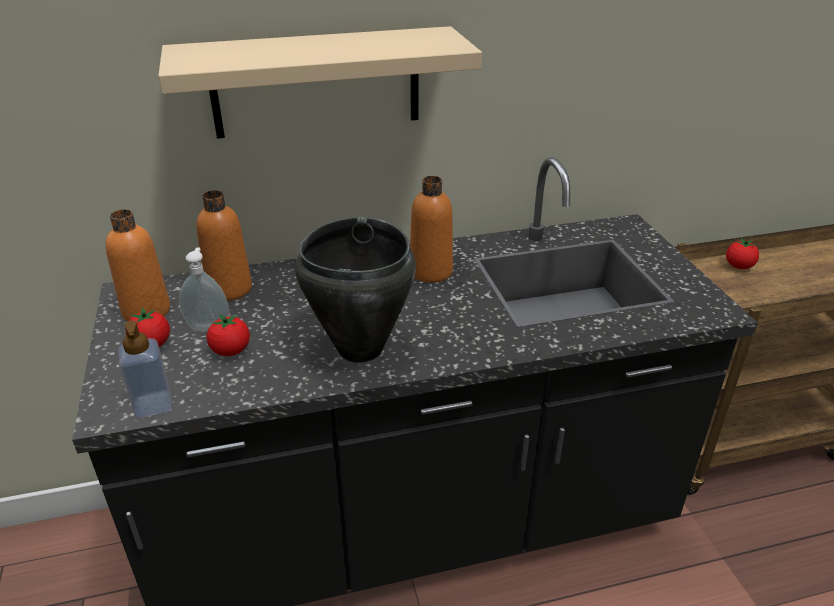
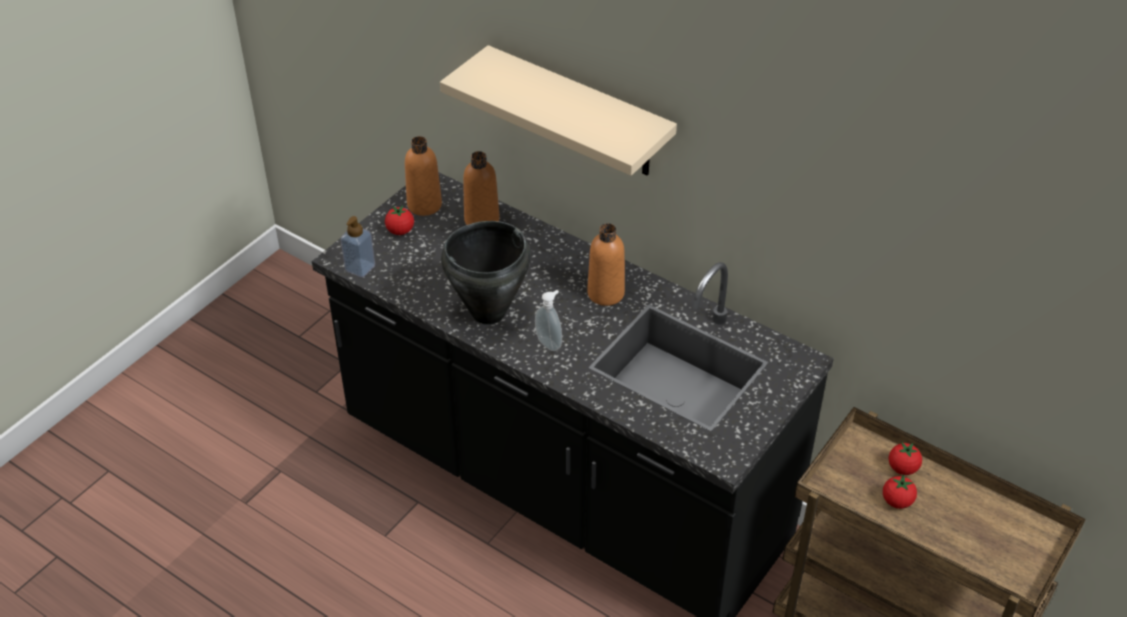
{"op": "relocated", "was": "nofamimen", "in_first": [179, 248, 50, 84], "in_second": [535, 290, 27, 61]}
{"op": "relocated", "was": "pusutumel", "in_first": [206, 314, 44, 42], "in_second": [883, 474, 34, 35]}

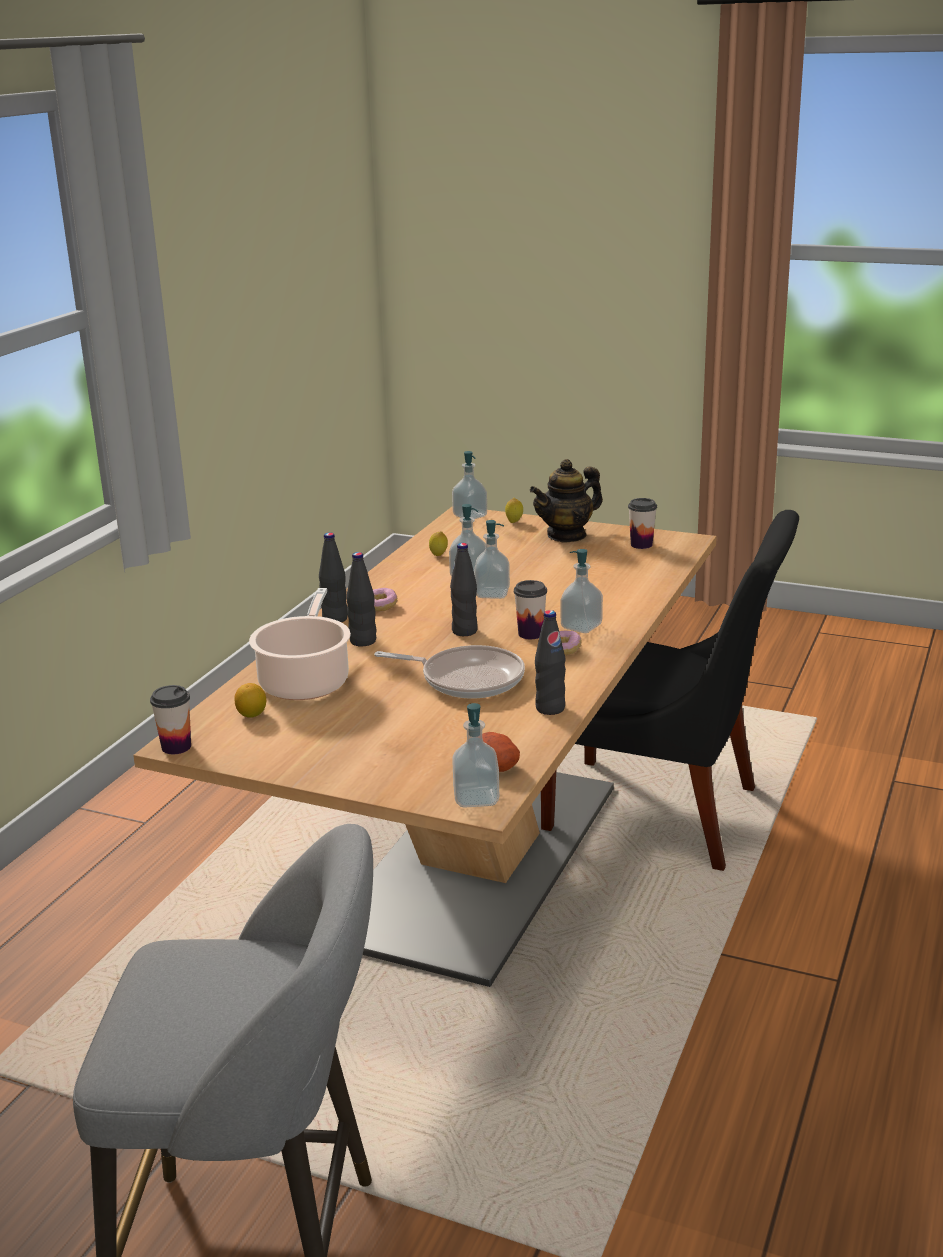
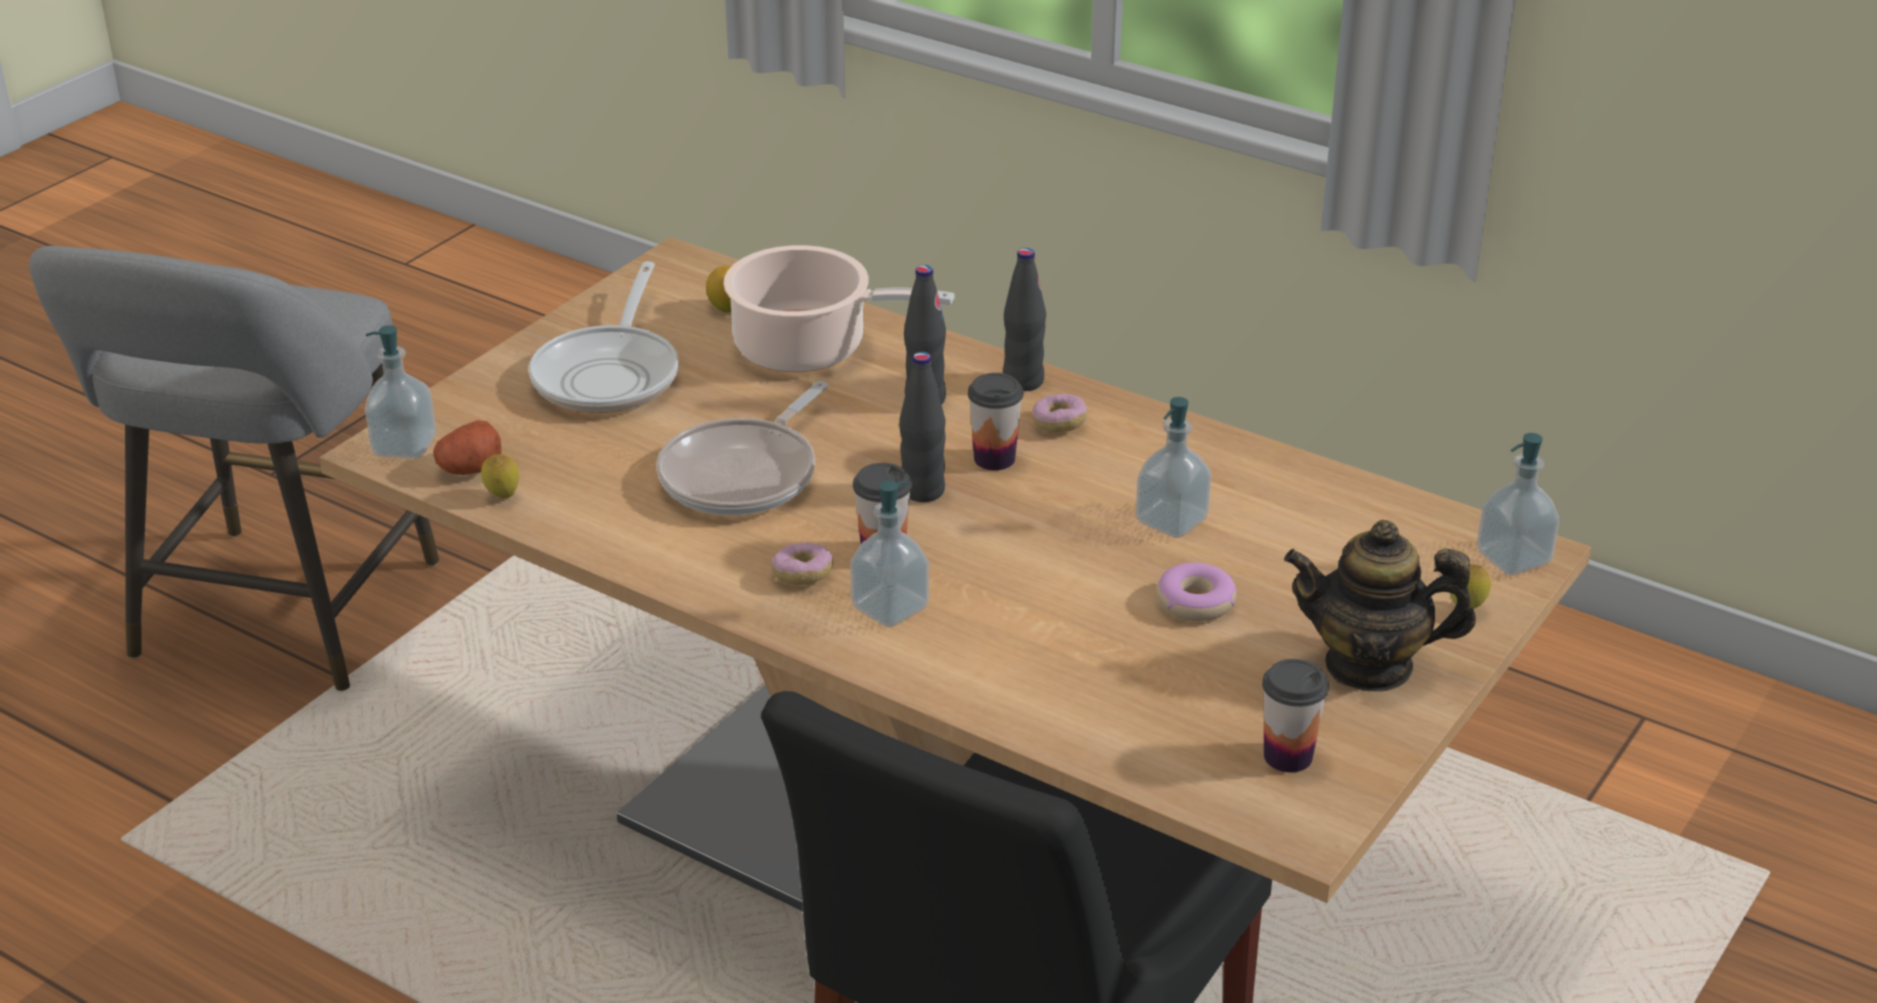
{"op": "missing", "was": "nofamimen", "in_first": [474, 520, 36, 79]}
{"op": "missing", "was": "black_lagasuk", "in_first": [535, 610, 31, 105]}
{"op": "appeared", "now": "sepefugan", "in_second": [529, 261, 150, 152]}
{"op": "appeared", "now": "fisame", "in_second": [1156, 563, 81, 58]}
{"op": "relocated", "was": "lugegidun", "in_first": [150, 685, 41, 69], "in_second": [968, 373, 55, 97]}
{"op": "relocated", "was": "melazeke", "in_first": [429, 531, 19, 25], "in_second": [481, 454, 38, 44]}
{"op": "spun", "was": "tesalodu", "in_first": [530, 459, 73, 84], "in_second": [1284, 520, 192, 172], "clockwise": -60}

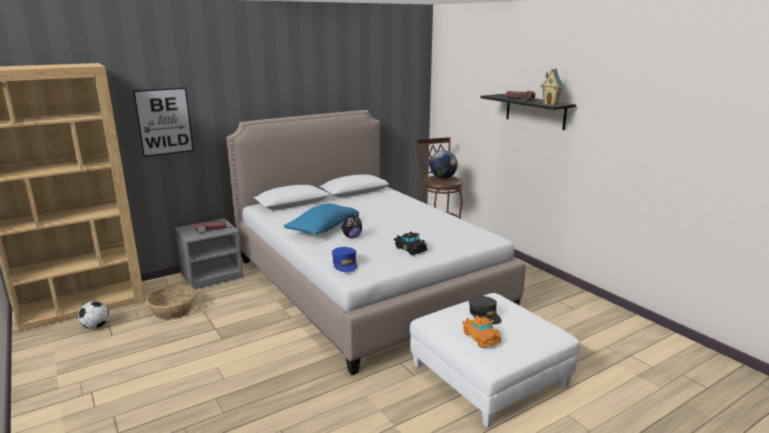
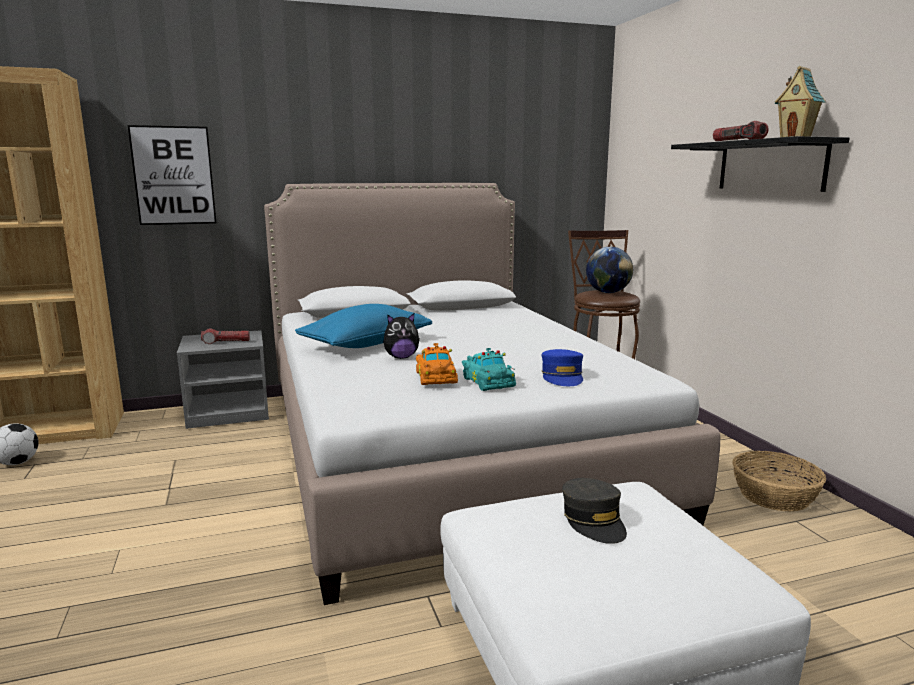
{"op": "relocated", "was": "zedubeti", "in_first": [146, 285, 50, 35], "in_second": [733, 451, 93, 61]}
{"op": "relocated", "was": "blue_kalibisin", "in_first": [332, 247, 25, 25], "in_second": [542, 349, 41, 37]}
{"op": "relocated", "was": "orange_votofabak", "in_first": [462, 316, 40, 32], "in_second": [416, 343, 42, 42]}
{"op": "colour", "was": "black_votofabak", "now": "turquoise_votofabak", "in_first": [394, 231, 33, 24], "in_second": [461, 348, 55, 43]}

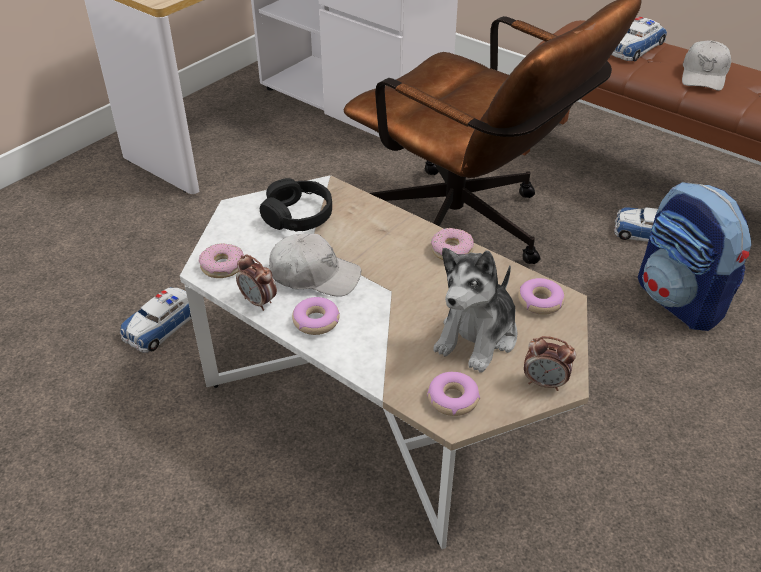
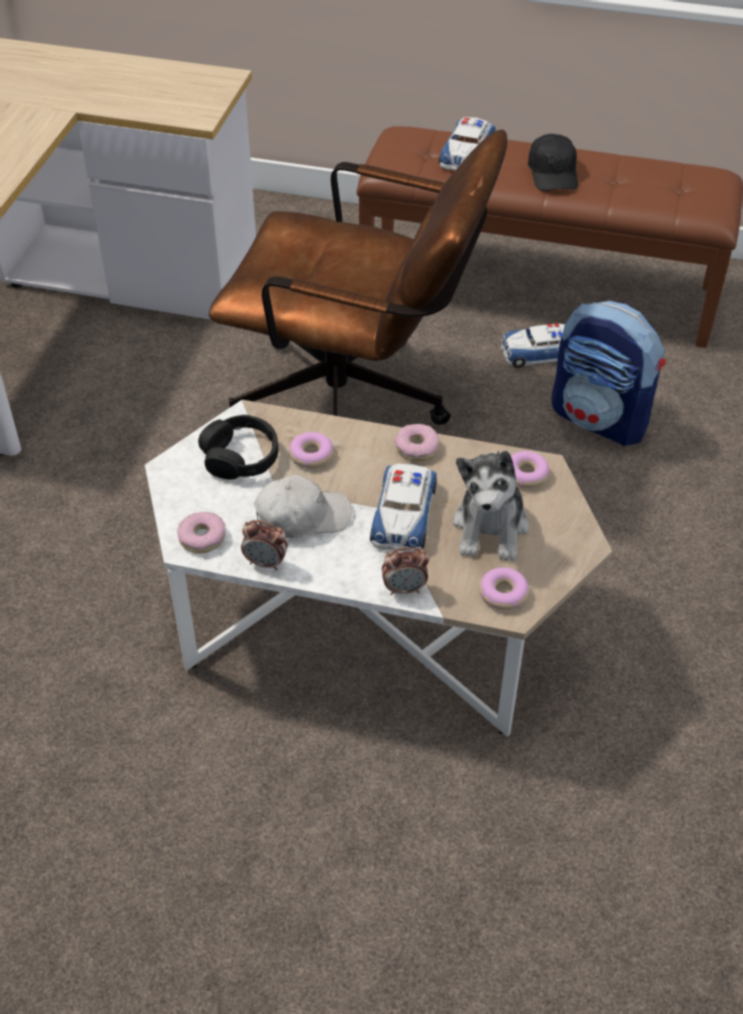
{"op": "relocated", "was": "votofabak", "in_first": [120, 287, 72, 66], "in_second": [370, 464, 67, 88]}
{"op": "relocated", "was": "fisame", "in_first": [292, 297, 48, 38], "in_second": [289, 432, 45, 36]}
{"op": "relocated", "was": "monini", "in_first": [524, 336, 52, 55], "in_second": [382, 547, 47, 48]}
{"op": "colour", "was": "white_kalibisin", "now": "black_kalibisin", "in_first": [682, 41, 49, 50], "in_second": [528, 134, 50, 57]}

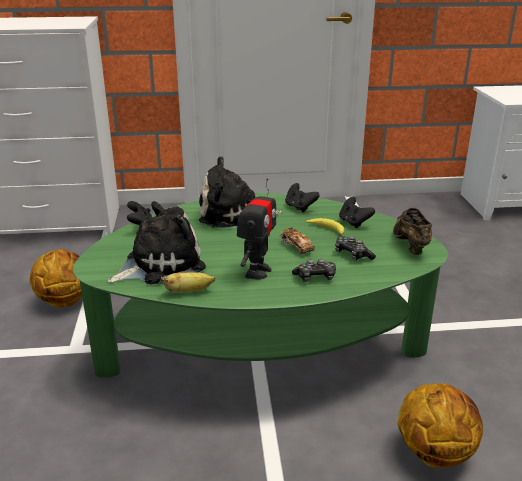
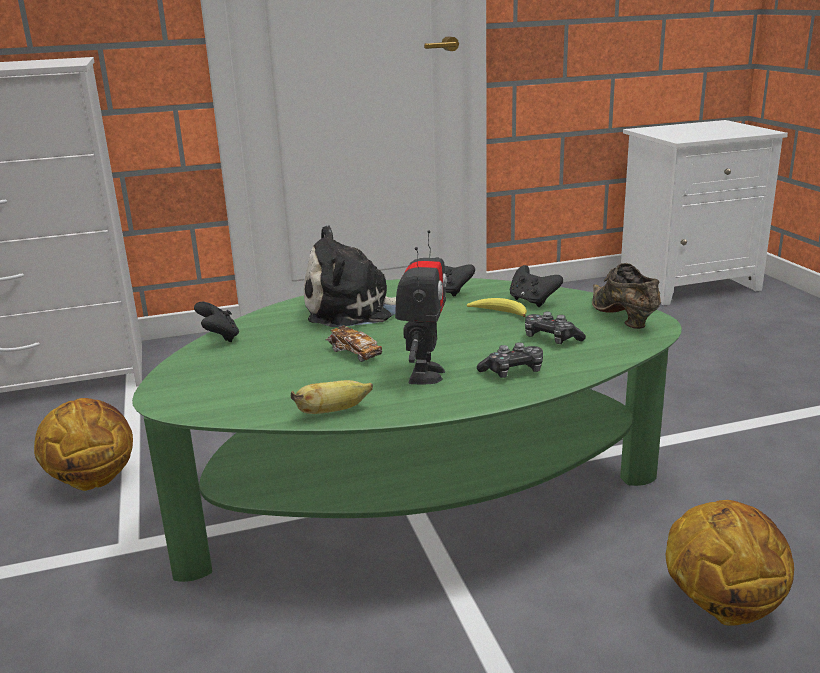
{"op": "missing", "was": "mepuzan", "in_first": [108, 201, 98, 83]}
{"op": "relocated", "was": "votofabak", "in_first": [279, 227, 35, 27], "in_second": [325, 325, 57, 37]}

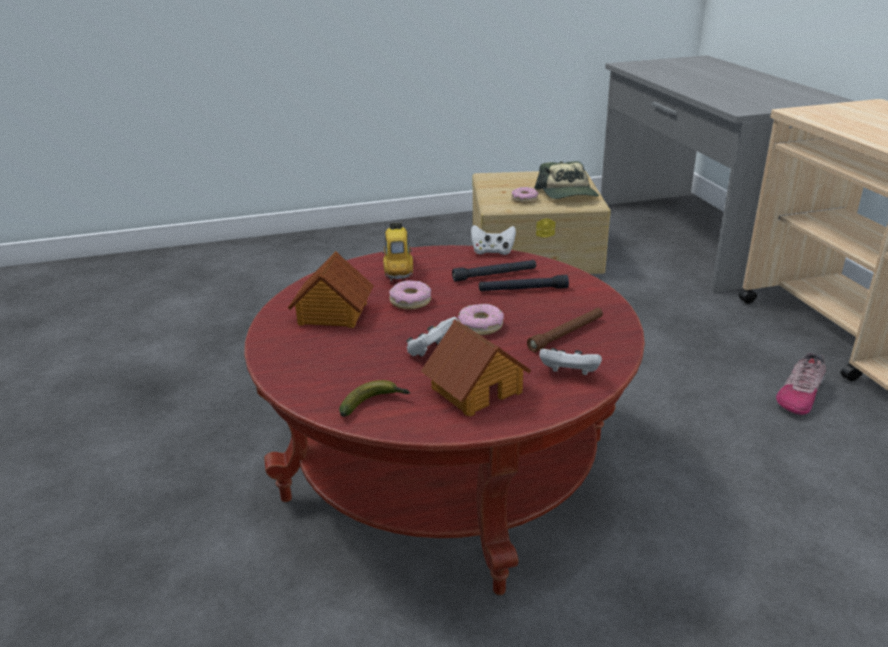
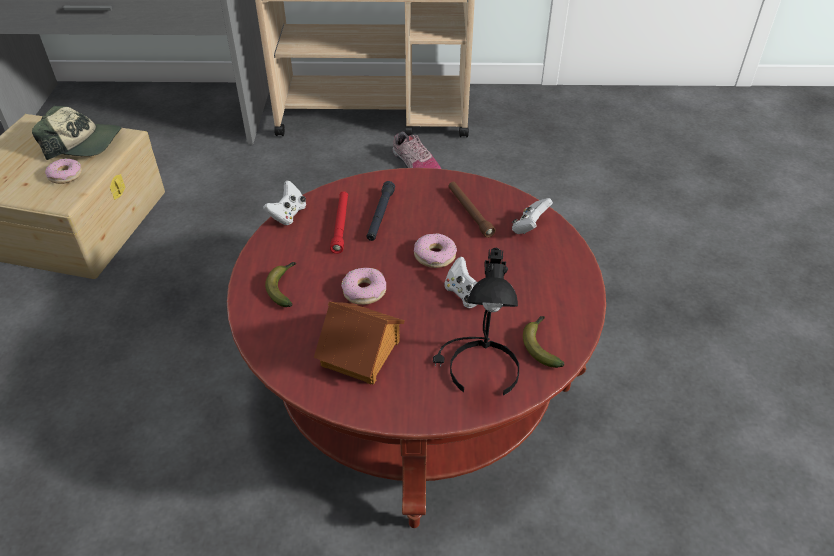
{"op": "missing", "was": "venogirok", "in_first": [421, 319, 110, 98]}
{"op": "appeared", "now": "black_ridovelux", "in_second": [433, 248, 86, 148]}
{"op": "exchanged", "was": "votofabak", "now": "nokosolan", "in_first": [383, 221, 30, 60], "in_second": [265, 262, 31, 45]}
{"op": "colour", "was": "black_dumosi", "now": "red_dumosi", "in_first": [452, 260, 84, 22], "in_second": [330, 191, 18, 63]}

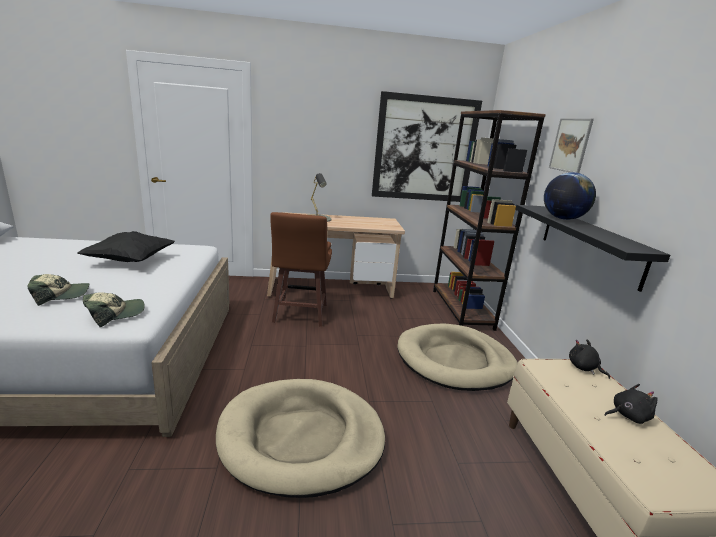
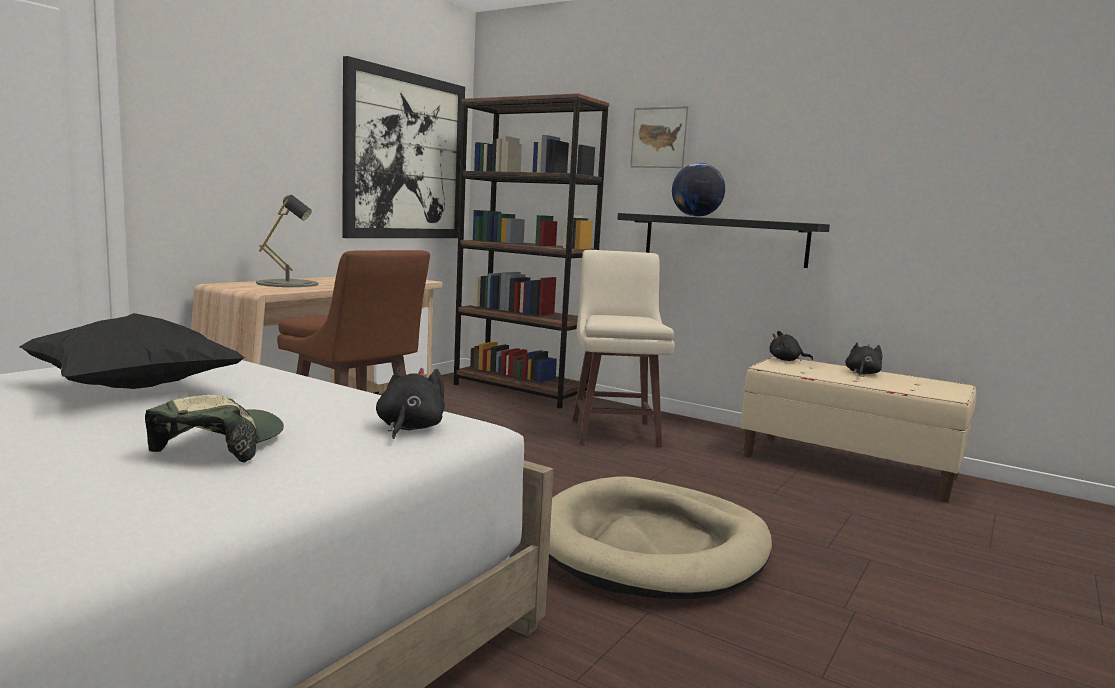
{"op": "exchanged", "was": "kalibisin", "now": "black_mepuzan", "in_first": [83, 293, 62, 34], "in_second": [376, 366, 69, 73]}
{"op": "exchanged", "was": "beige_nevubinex", "now": "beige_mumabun", "in_first": [397, 324, 121, 67], "in_second": [572, 250, 103, 197]}

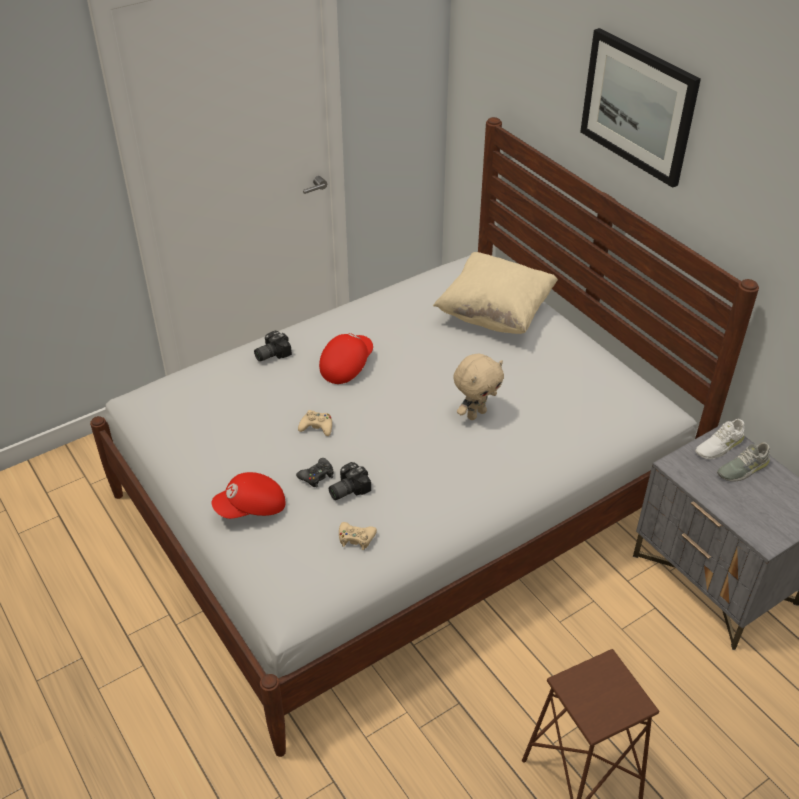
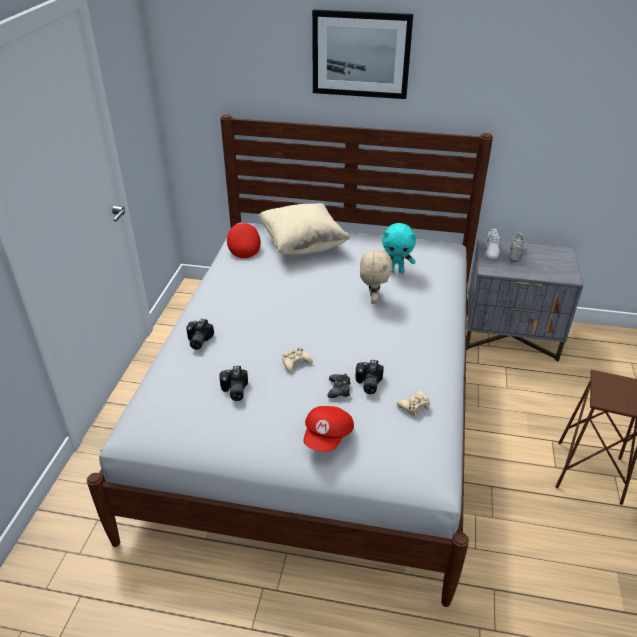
{"op": "appeared", "now": "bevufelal", "in_second": [219, 366, 29, 35]}
{"op": "appeared", "now": "turquoise_mepuzan", "in_second": [382, 223, 34, 50]}
{"op": "relocated", "was": "red_kalibisin", "in_first": [319, 333, 54, 51], "in_second": [227, 222, 34, 36]}

